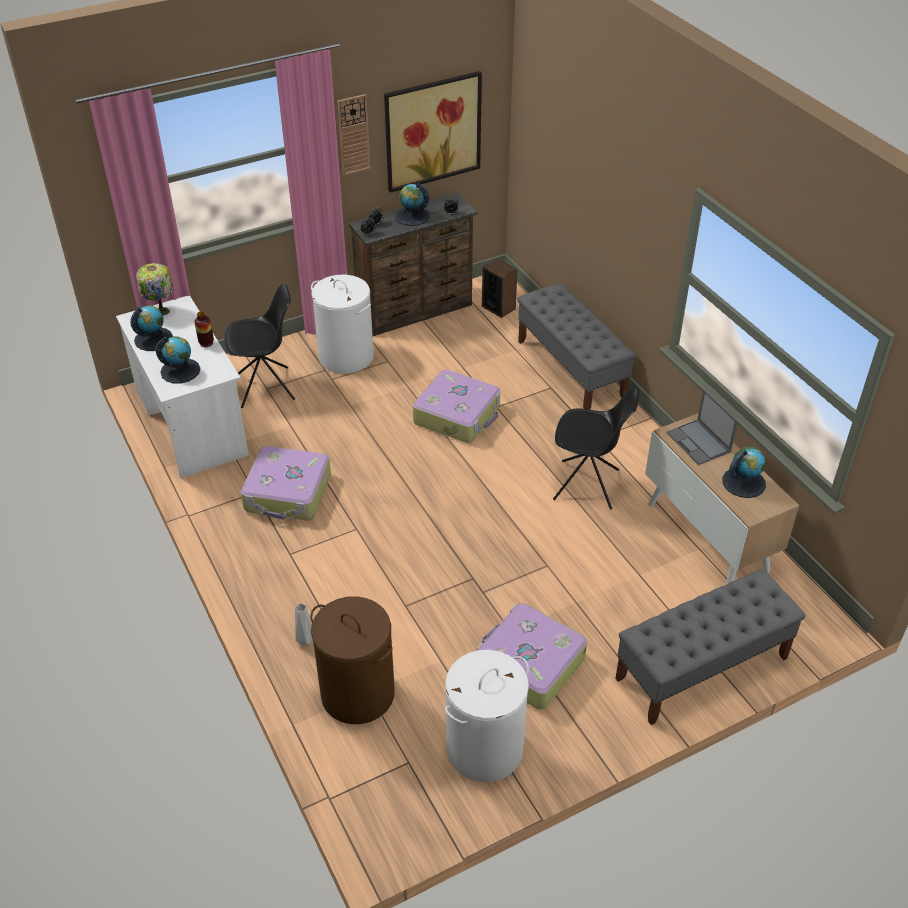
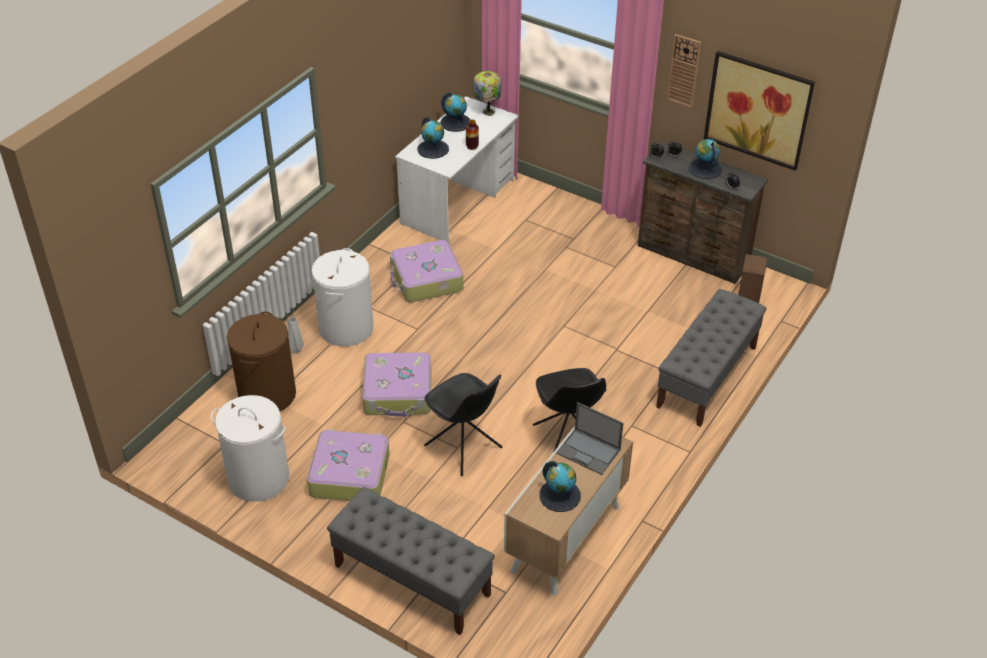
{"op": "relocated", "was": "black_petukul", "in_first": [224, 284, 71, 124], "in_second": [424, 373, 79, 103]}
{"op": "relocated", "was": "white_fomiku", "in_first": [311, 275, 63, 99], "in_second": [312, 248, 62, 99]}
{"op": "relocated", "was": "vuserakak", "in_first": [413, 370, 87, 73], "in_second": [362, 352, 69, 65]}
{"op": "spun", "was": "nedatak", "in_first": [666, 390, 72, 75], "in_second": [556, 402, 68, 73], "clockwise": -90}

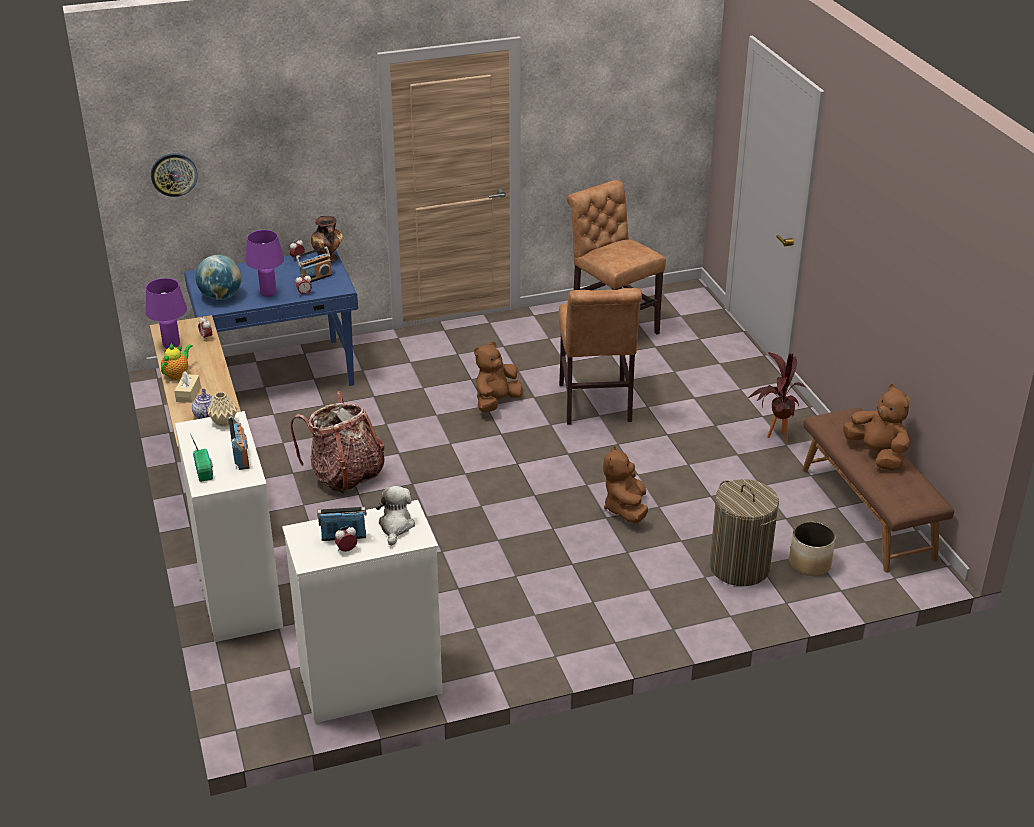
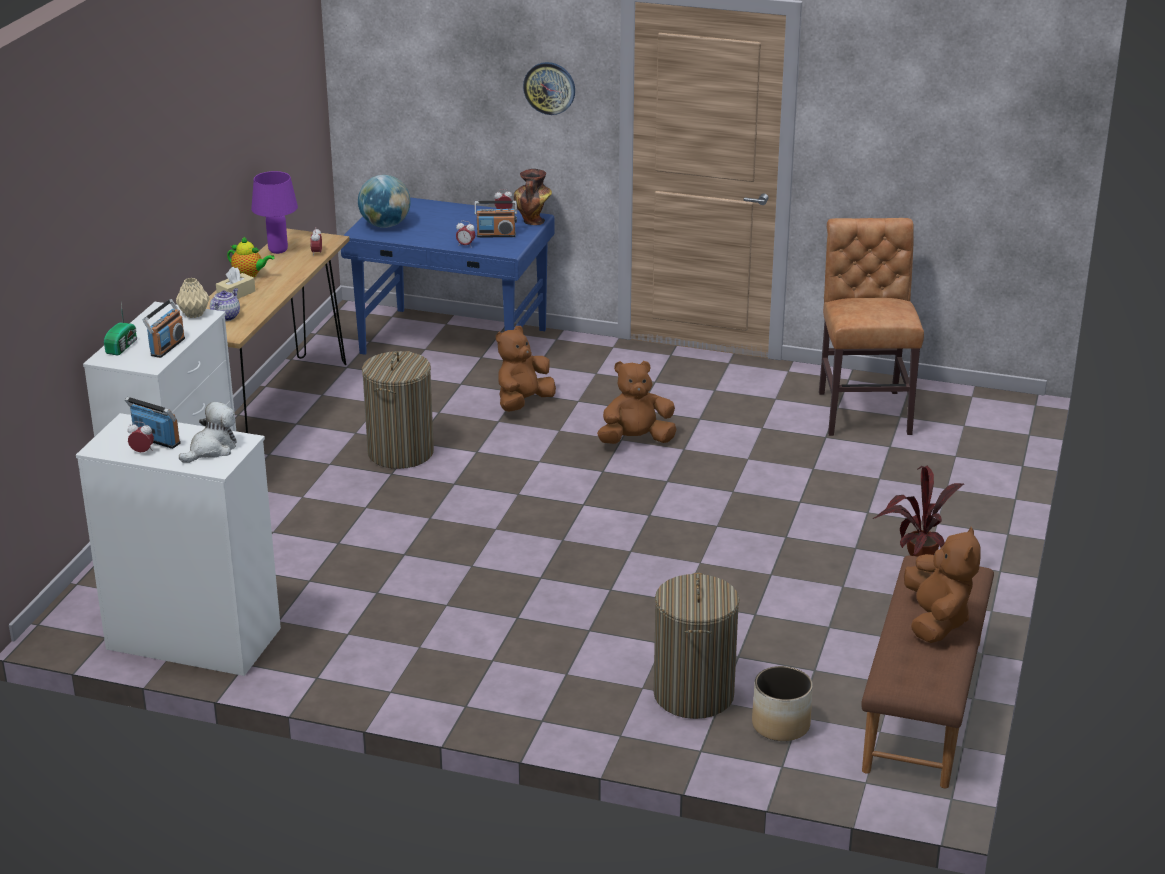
{"op": "missing", "was": "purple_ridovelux", "in_first": [246, 230, 38, 67]}
{"op": "missing", "was": "brown_petukul", "in_first": [559, 288, 83, 137]}
{"op": "relocated", "was": "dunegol", "in_first": [151, 153, 47, 44], "in_second": [523, 62, 52, 53]}
{"op": "relocated", "was": "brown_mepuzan", "in_first": [603, 445, 45, 79], "in_second": [496, 326, 60, 86]}
{"op": "exchanged", "was": "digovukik", "now": "fomiku", "in_first": [290, 391, 94, 103], "in_second": [362, 351, 72, 118]}
{"op": "spun", "was": "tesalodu", "in_first": [161, 343, 32, 37], "in_second": [227, 237, 47, 40], "clockwise": 45}

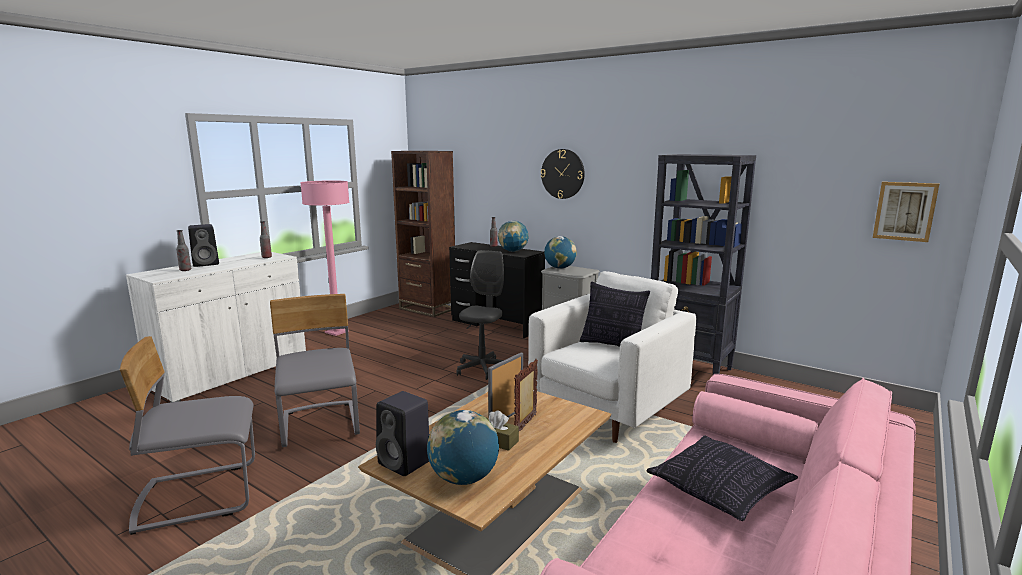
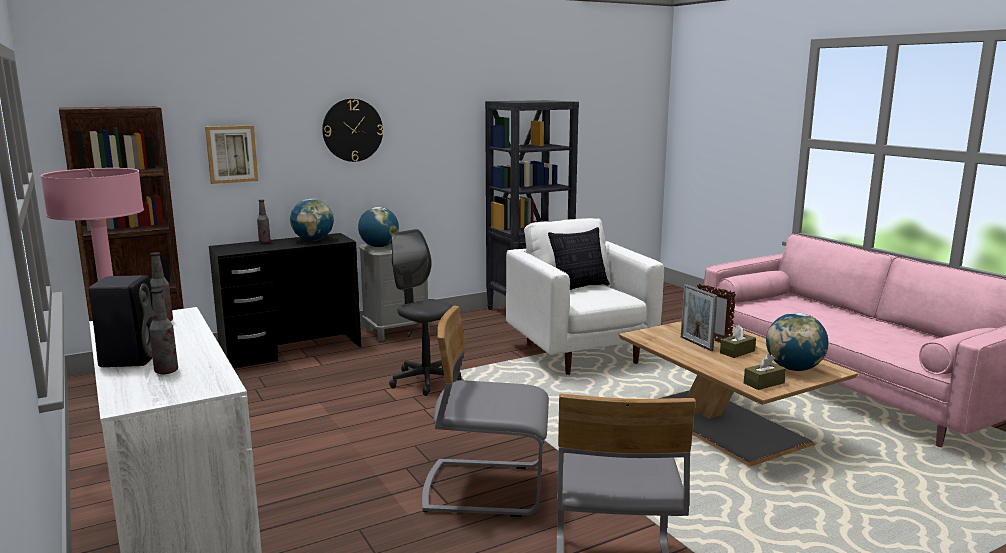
{"op": "missing", "was": "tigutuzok", "in_first": [647, 436, 151, 85]}
{"op": "relocated", "was": "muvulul", "in_first": [873, 182, 66, 60], "in_second": [205, 125, 53, 59]}
{"op": "exchanged", "was": "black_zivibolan", "now": "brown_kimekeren", "in_first": [376, 391, 53, 85], "in_second": [744, 354, 42, 36]}

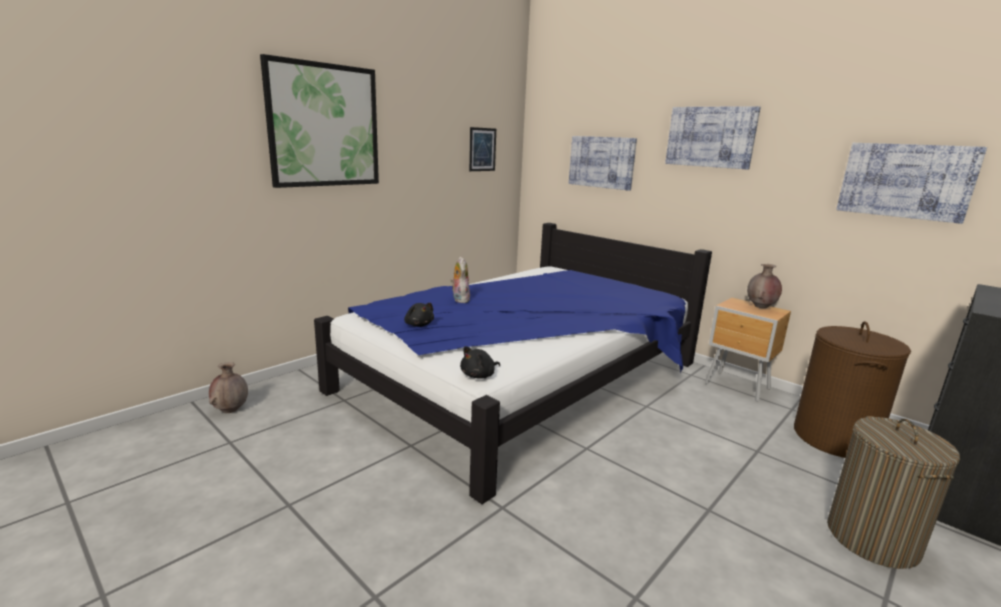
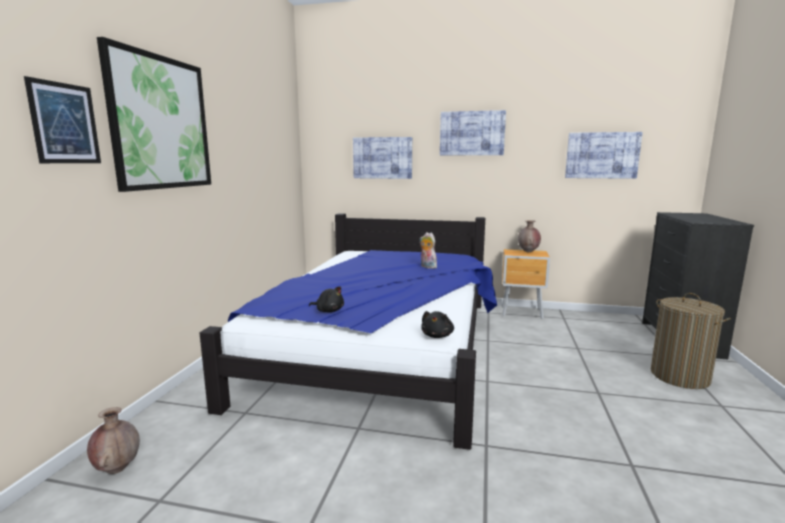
{"op": "missing", "was": "brown_fomiku", "in_first": [794, 321, 117, 137]}
{"op": "relocated", "was": "mepuzan", "in_first": [450, 257, 21, 46], "in_second": [419, 232, 20, 37]}
{"op": "relocated", "was": "muvulul", "in_first": [469, 127, 27, 44], "in_second": [24, 76, 77, 87]}

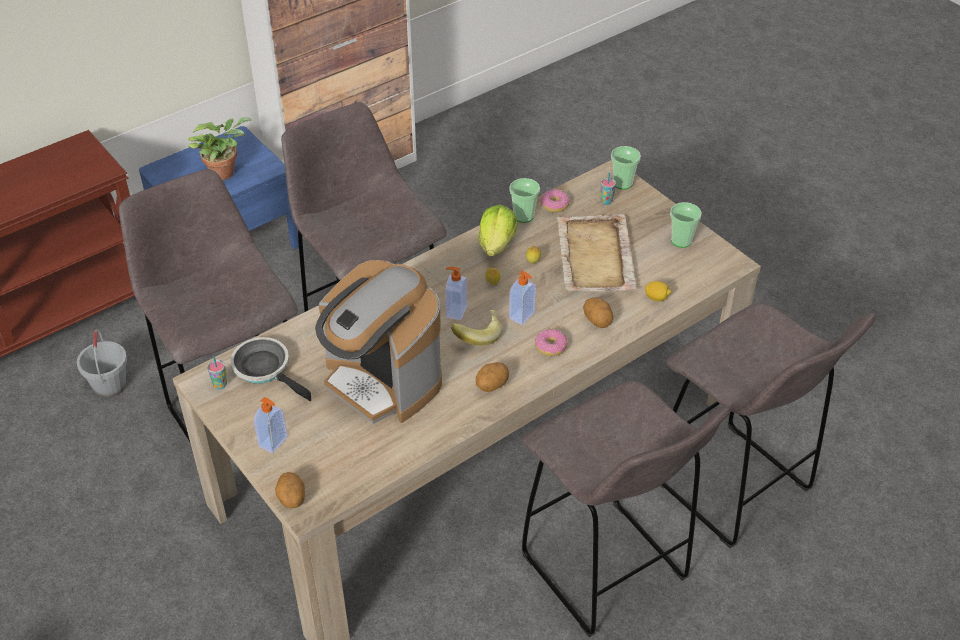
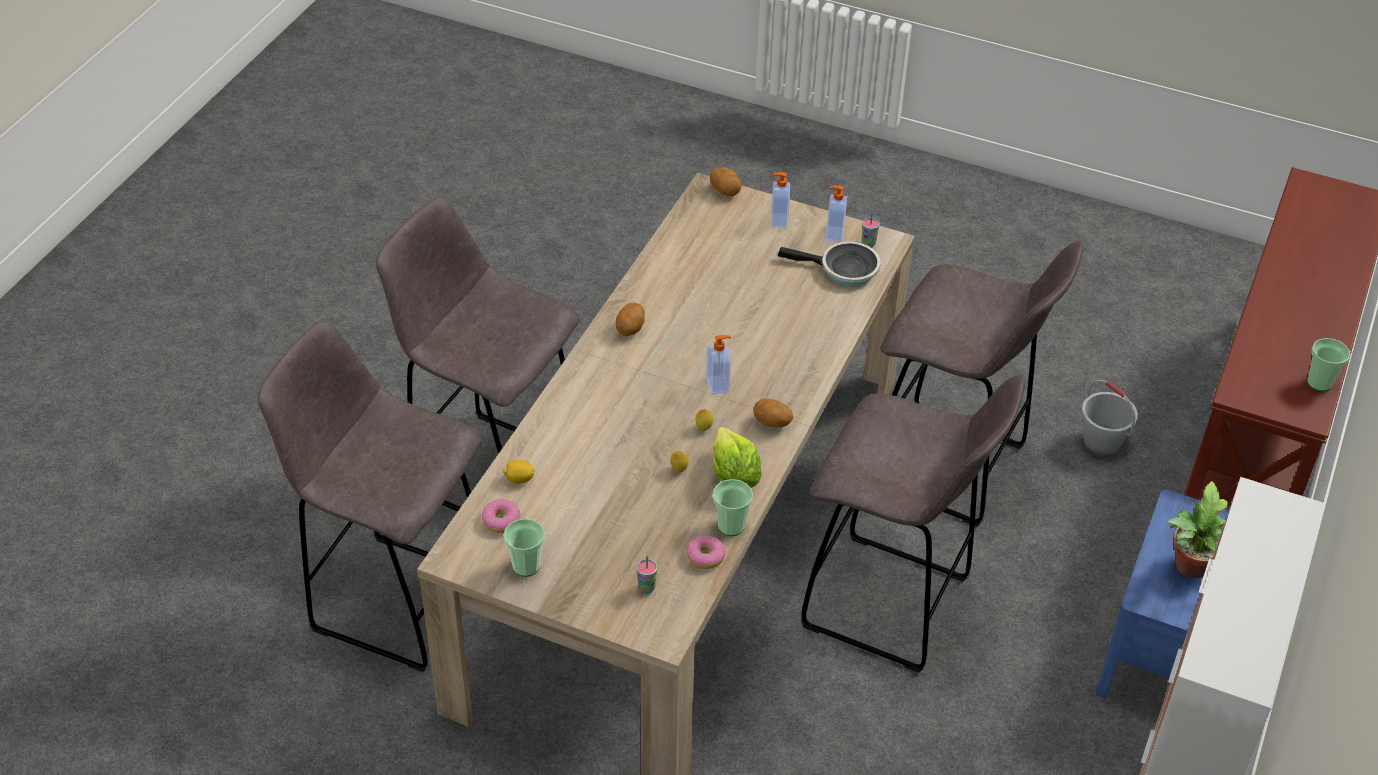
{"op": "missing", "was": "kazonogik", "in_first": [315, 260, 127, 164]}
{"op": "missing", "was": "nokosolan", "in_first": [451, 310, 51, 36]}
{"op": "missing", "was": "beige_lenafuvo", "in_first": [557, 214, 80, 77]}
{"op": "relocated", "was": "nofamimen", "in_first": [509, 271, 27, 54], "in_second": [826, 185, 21, 57]}
{"op": "relocated", "was": "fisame", "in_first": [535, 329, 33, 27], "in_second": [482, 499, 38, 34]}
{"op": "relocated", "was": "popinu", "in_first": [583, 297, 30, 31], "in_second": [753, 398, 40, 30]}
{"op": "relocated", "was": "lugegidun", "in_first": [611, 146, 30, 44], "in_second": [1307, 338, 43, 53]}

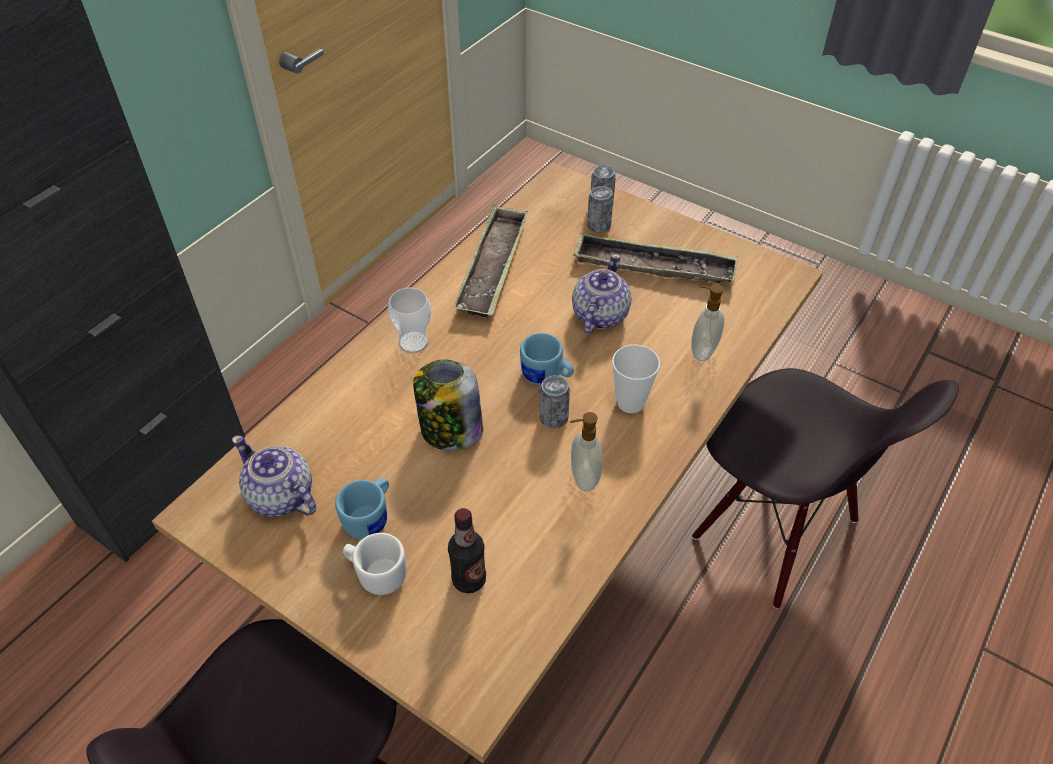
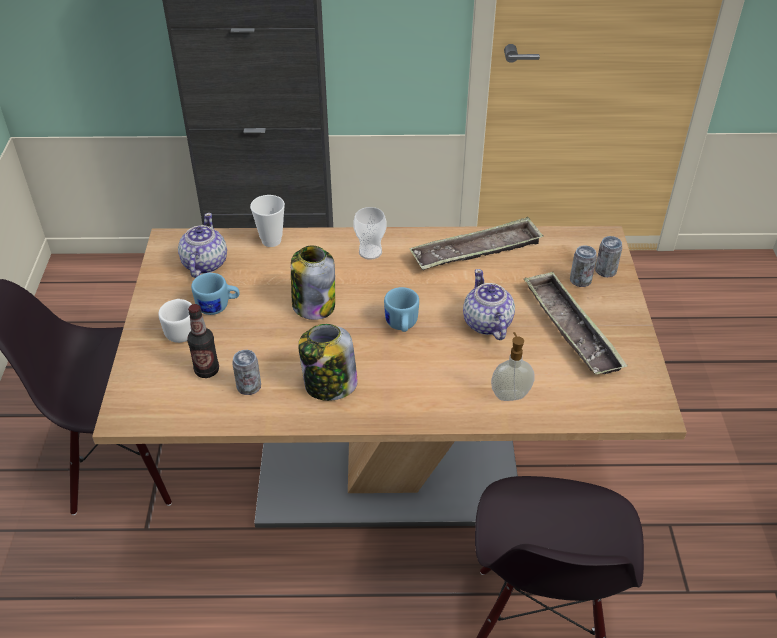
{"op": "relocated", "was": "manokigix", "in_first": [539, 375, 31, 53], "in_second": [232, 350, 29, 45]}
{"op": "relocated", "was": "lugegidun", "in_first": [612, 344, 48, 69], "in_second": [250, 195, 35, 52]}
{"op": "exchanged", "was": "nofamimen", "now": "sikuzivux", "in_first": [570, 412, 33, 80], "in_second": [298, 324, 60, 77]}
{"op": "spun", "was": "tesalodu", "in_first": [572, 254, 59, 80], "in_second": [463, 269, 52, 71], "clockwise": -90}

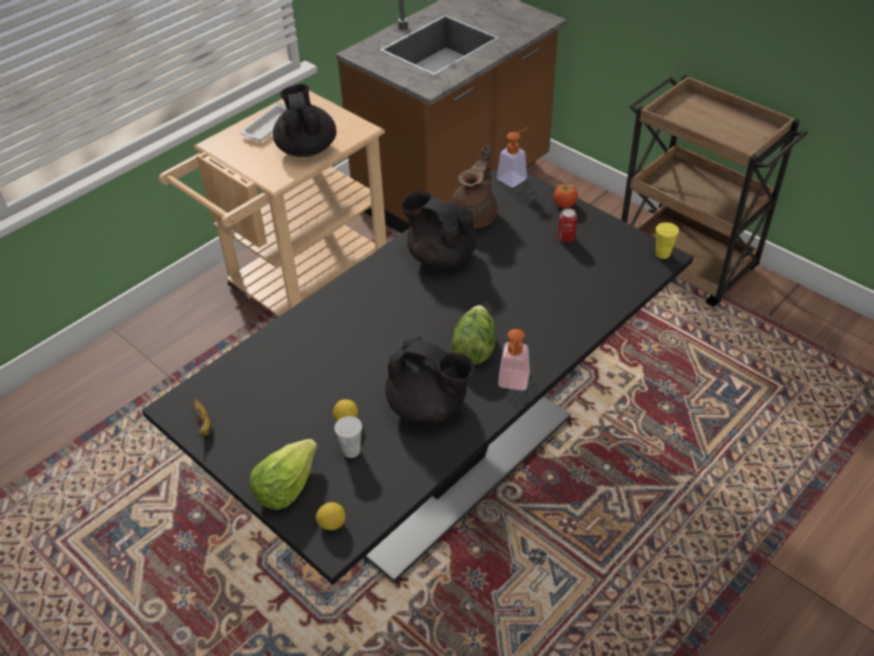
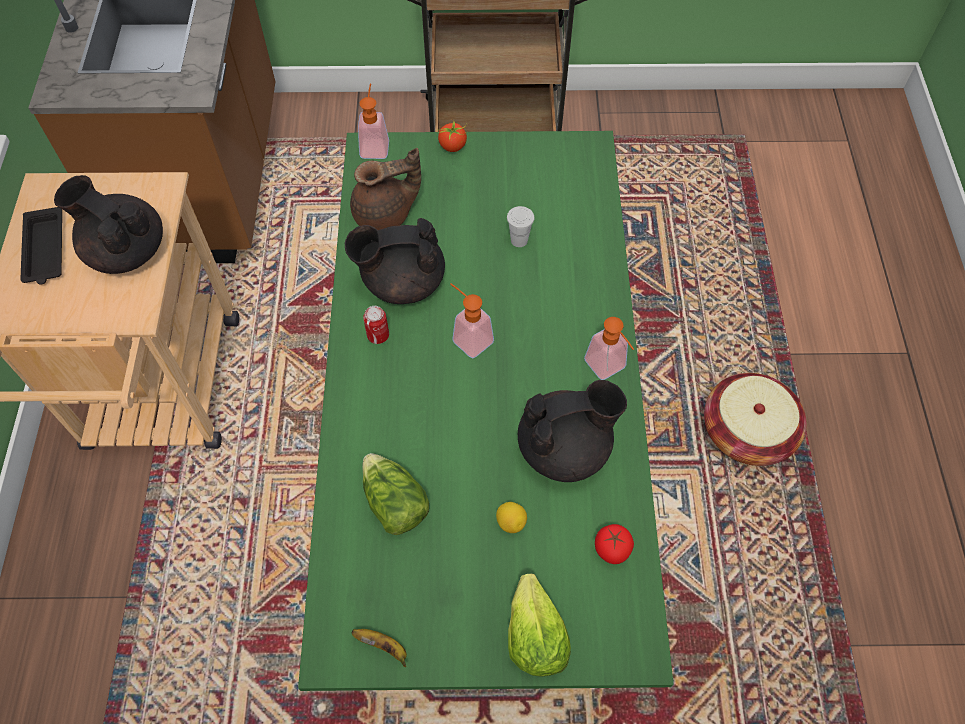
{"op": "missing", "was": "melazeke", "in_first": [316, 502, 30, 28]}
{"op": "missing", "was": "yellow_lugegidun", "in_first": [656, 222, 23, 37]}
{"op": "appeared", "now": "nofamimen", "in_second": [450, 283, 44, 75]}
{"op": "appeared", "now": "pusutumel", "in_second": [595, 524, 39, 40]}
{"op": "appeared", "now": "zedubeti", "in_second": [704, 373, 103, 93]}
{"op": "relocated", "was": "white_lugegidun", "in_first": [334, 416, 29, 42], "in_second": [507, 206, 27, 41]}
{"op": "relocated", "was": "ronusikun", "in_first": [451, 305, 44, 60], "in_second": [362, 453, 67, 82]}
{"op": "relocated", "was": "manokigix", "in_first": [558, 208, 19, 34], "in_second": [363, 306, 26, 38]}
{"op": "colour", "was": "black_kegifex", "now": "green_kegifex", "in_first": [142, 168, 551, 417], "in_second": [298, 131, 376, 560]}
{"op": "colour", "was": "white_lenafuvo", "now": "black_lenafuvo", "in_first": [240, 102, 47, 39], "in_second": [20, 207, 42, 78]}
{"op": "spun", "was": "brown_tesalodu", "in_first": [450, 145, 47, 84], "in_second": [350, 148, 71, 82], "clockwise": 90}

